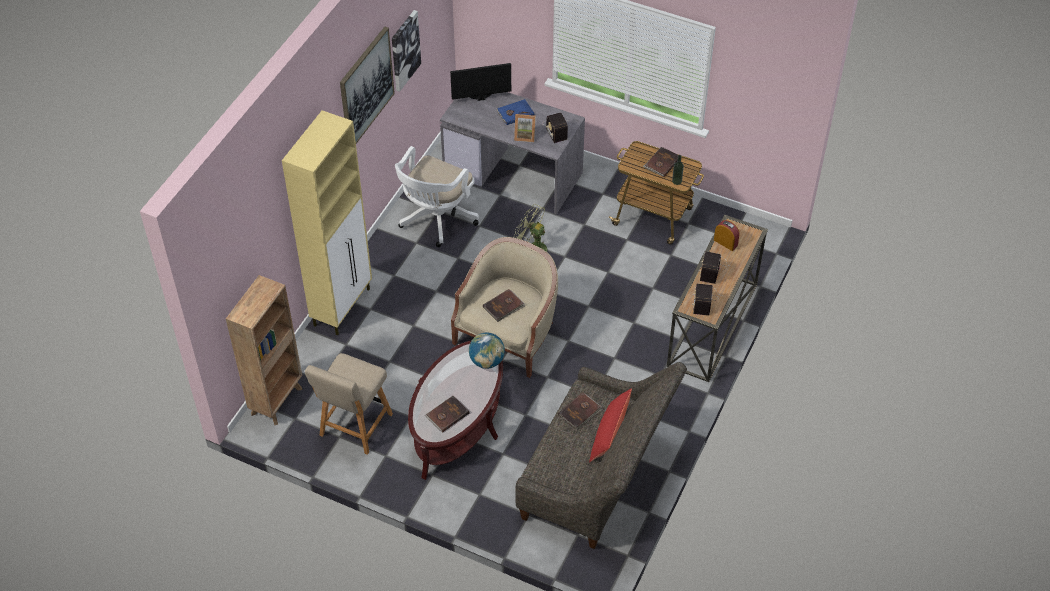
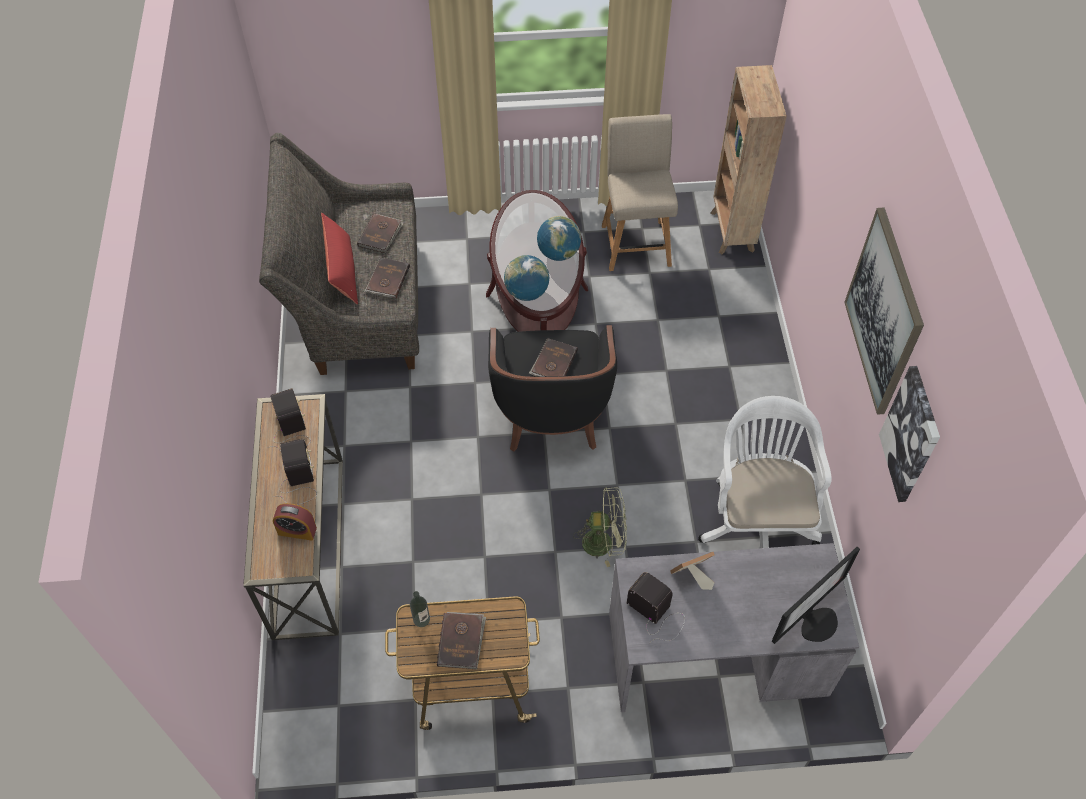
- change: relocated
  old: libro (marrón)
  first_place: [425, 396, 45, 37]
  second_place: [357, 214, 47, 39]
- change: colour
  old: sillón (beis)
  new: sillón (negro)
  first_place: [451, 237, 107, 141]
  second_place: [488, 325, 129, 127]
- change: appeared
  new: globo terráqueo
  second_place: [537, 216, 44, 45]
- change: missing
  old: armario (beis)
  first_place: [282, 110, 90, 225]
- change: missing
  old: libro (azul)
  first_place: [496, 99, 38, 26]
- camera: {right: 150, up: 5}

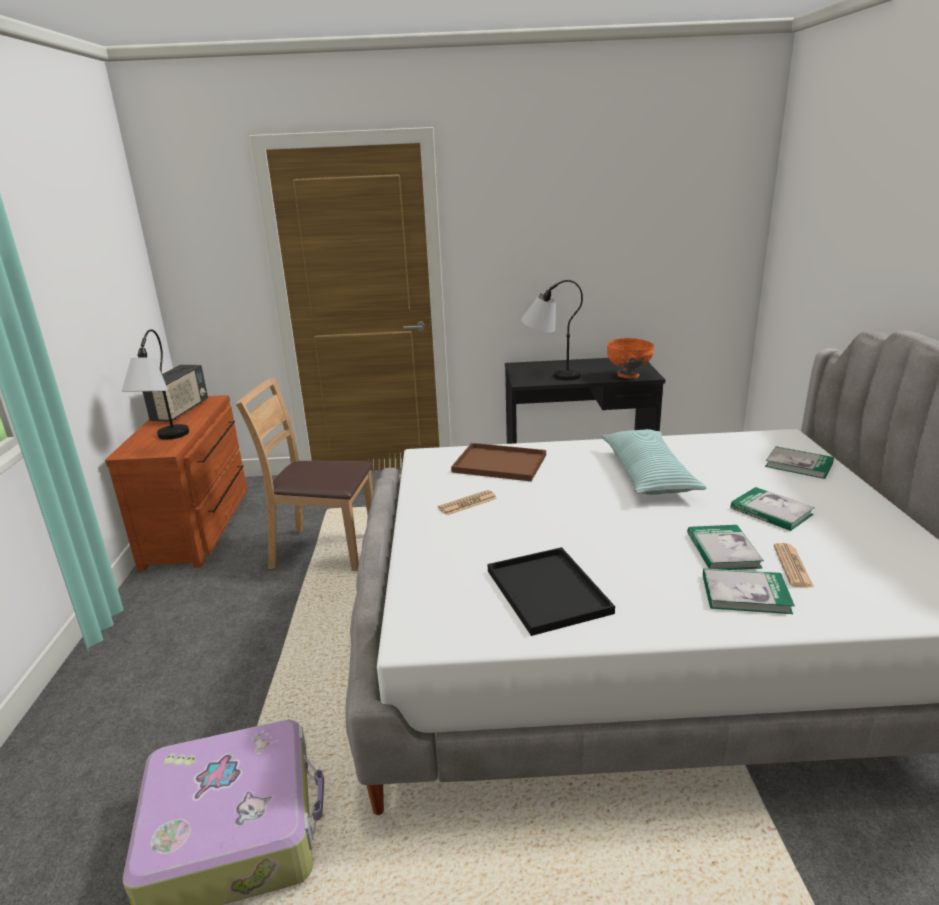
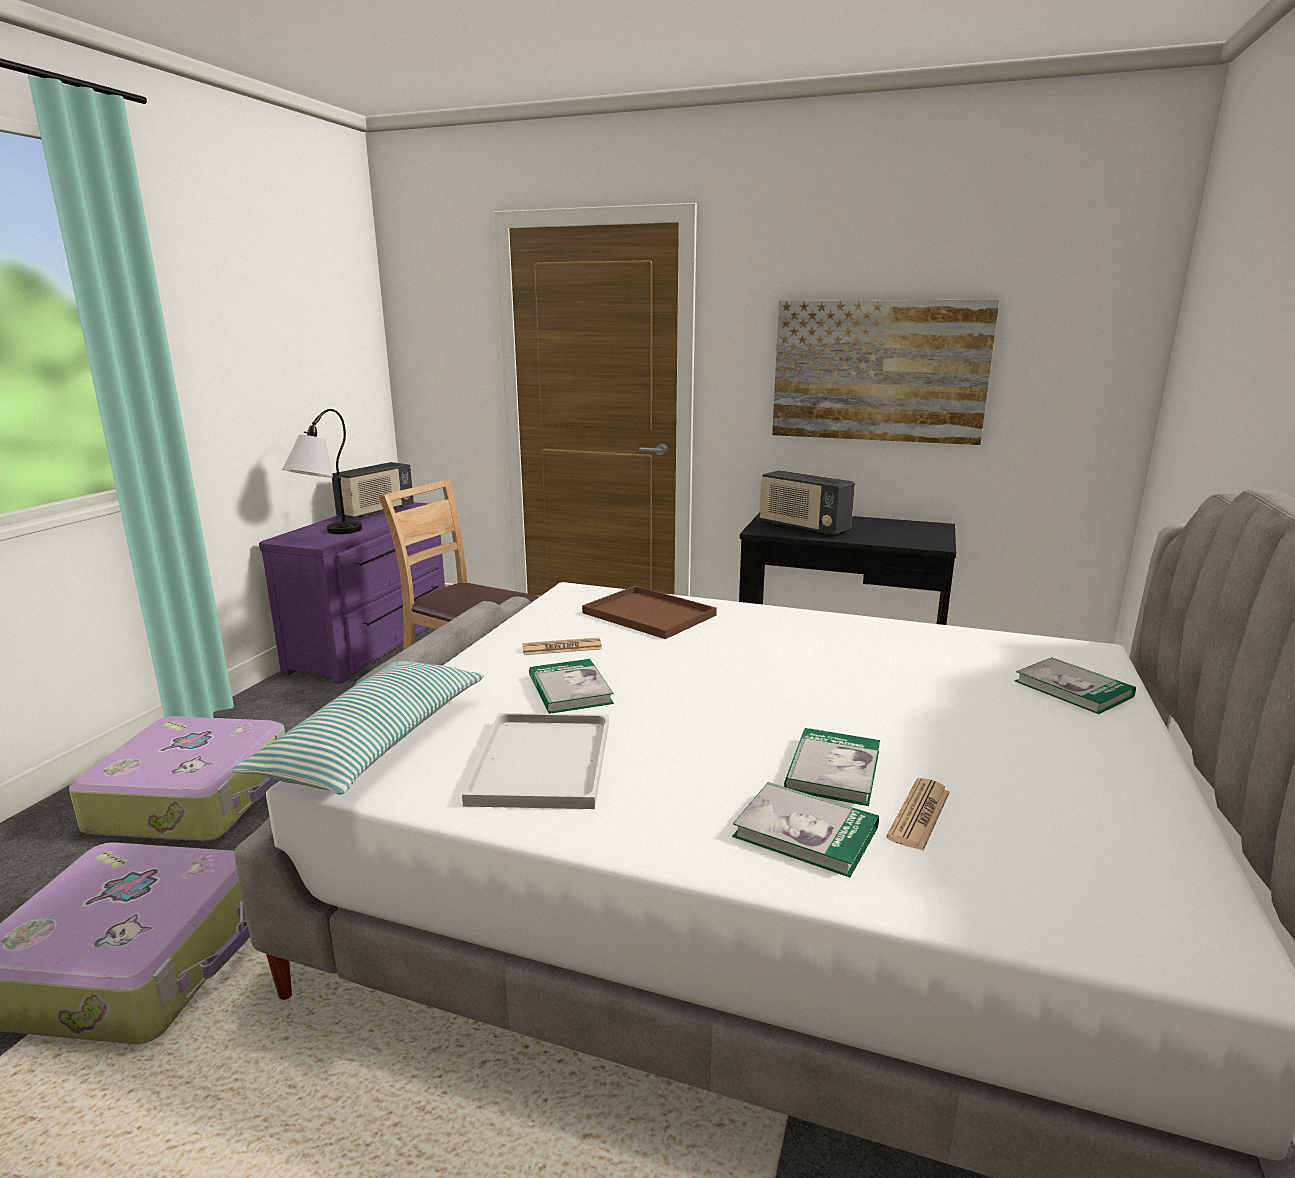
- change: appeared
  new: maleta
  second_place: [69, 716, 216, 125]
- change: relocated
  old: cojín
  first_place: [601, 429, 106, 66]
  second_place: [232, 661, 252, 134]
- change: colour
  old: cómoda (marrón)
  new: cómoda (morado)
  first_place: [105, 395, 142, 176]
  second_place: [259, 502, 186, 182]
- change: colour
  old: bandeja (negro)
  new: bandeja (blanco)
  first_place: [488, 547, 127, 89]
  second_place: [462, 713, 147, 96]
- change: relocated
  old: libro
  first_place: [731, 487, 84, 44]
  second_place: [529, 659, 85, 55]
- change: exchanged
  old: lámpara de mesa
  new: radio
  first_place: [521, 280, 62, 101]
  second_place: [759, 470, 96, 65]
- change: appeared
  new: cuadro
  second_place: [772, 300, 227, 145]
- change: missing
  old: cuenco (naranja)
  first_place: [607, 338, 47, 41]
- camera: {right: 20, up: -5}

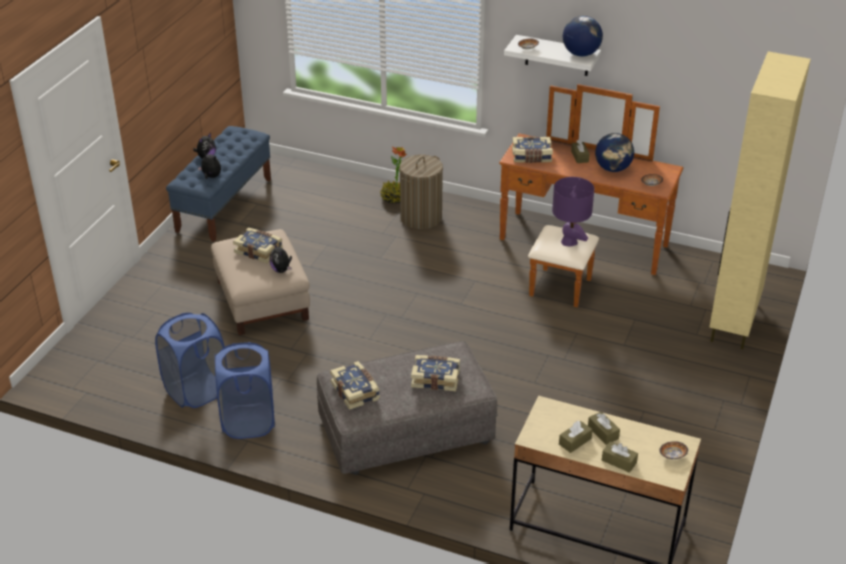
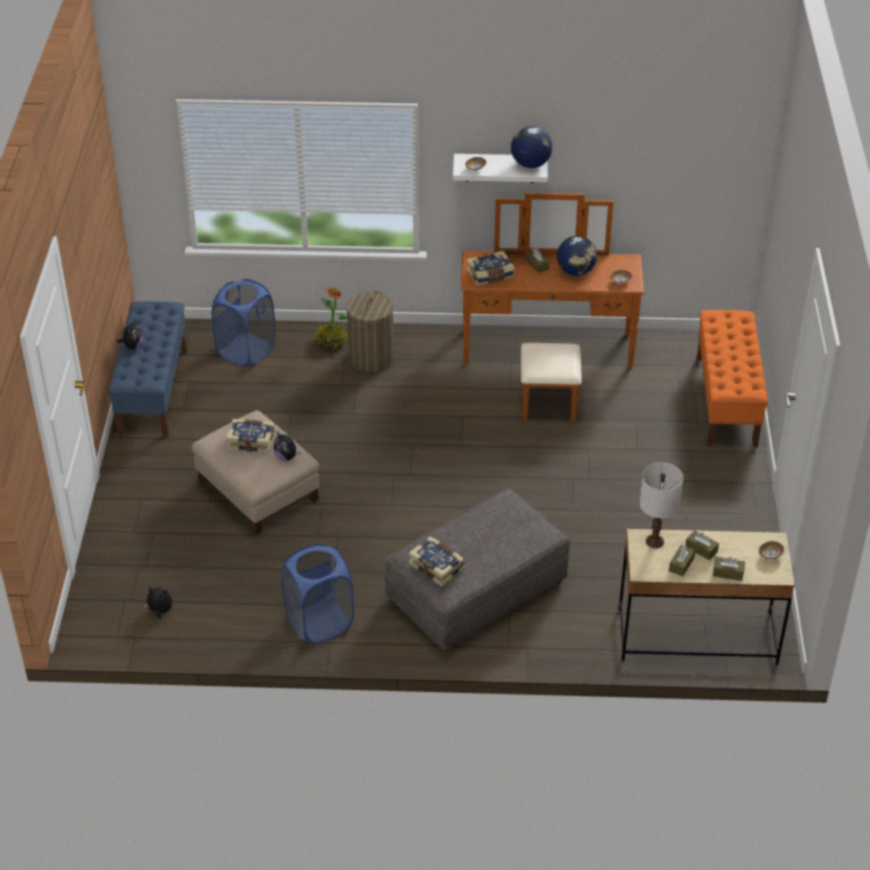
- change: relocated
  old: peluche
  first_place: [198, 152, 23, 27]
  second_place: [143, 586, 29, 33]
- change: relocated
  old: cesto de la ropa (azul)
  first_place: [155, 313, 70, 95]
  second_place: [212, 279, 64, 88]
- change: appeared
  new: lámpara de mesa (blanco)
  second_place: [639, 462, 44, 86]
- change: exchanged
  old: armario (beis)
  new: banco (naranja)
  first_place: [709, 51, 102, 298]
  second_place: [697, 310, 71, 137]
- change: missing
  old: libro
  first_place: [411, 355, 49, 36]
- change: missing
  old: lámpara de mesa (morado)
  first_place: [552, 177, 42, 70]
- camera: {right: -20, up: 5}

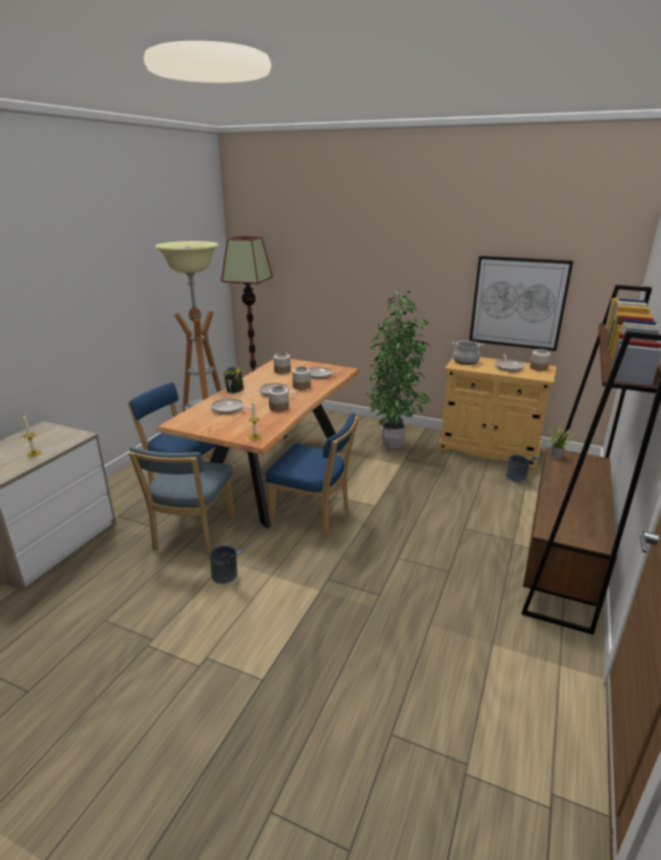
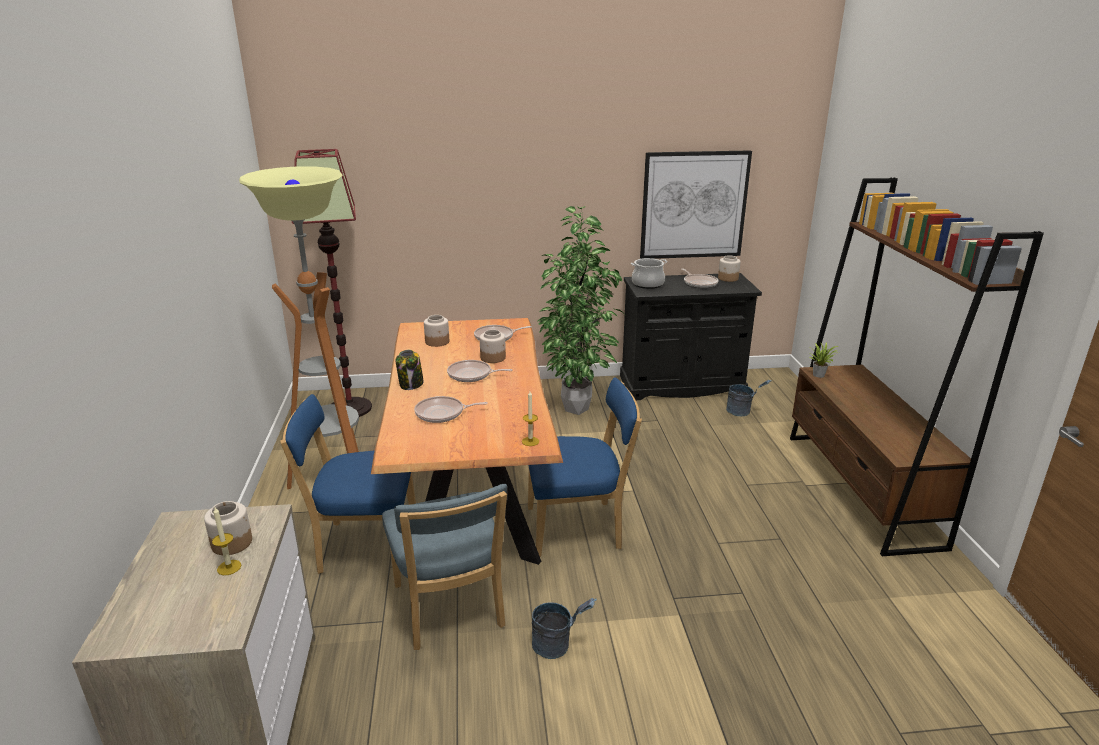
- change: relocated
  old: tarro
  first_place: [269, 386, 20, 26]
  second_place: [204, 501, 48, 54]
- change: colour
  old: armario (beis)
  new: armario (negro)
  first_place: [438, 357, 119, 111]
  second_place: [620, 273, 142, 127]
- camera: {right: -30, up: 0}

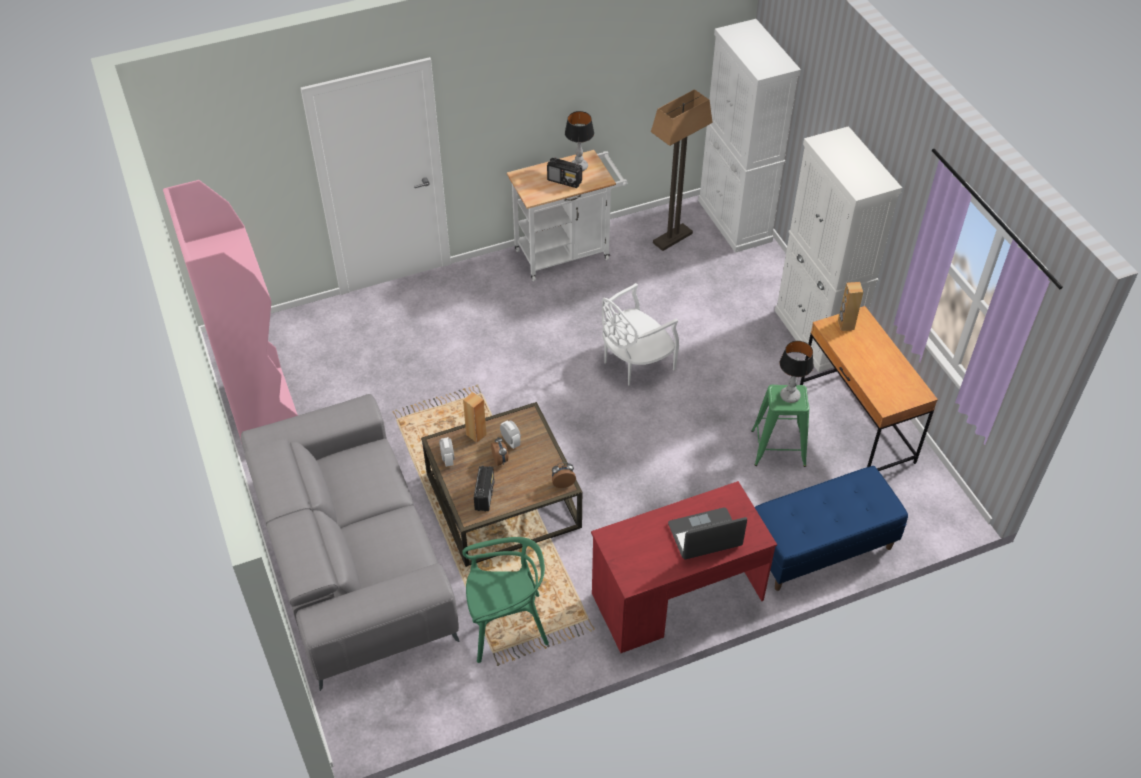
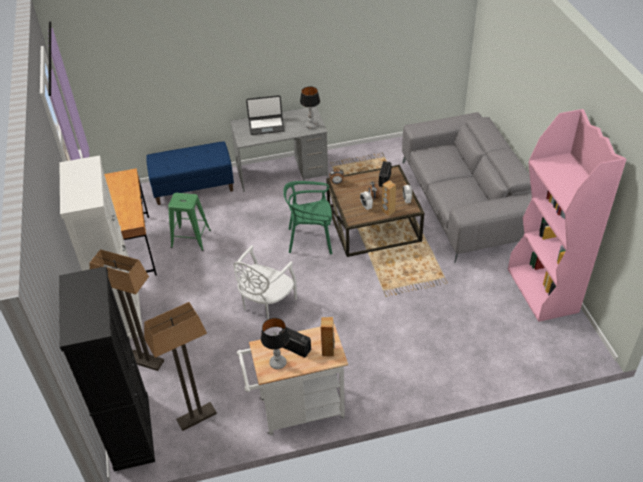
- change: colour
  old: armario (blanco)
  new: armario (negro)
  first_place: [698, 19, 103, 234]
  second_place: [59, 266, 96, 206]
- change: appeared
  new: lámpara de pie
  second_place: [89, 249, 75, 122]
- change: colour
  old: escritorio (rojo)
  new: escritorio (gris)
  first_place: [591, 481, 186, 172]
  second_place: [230, 106, 98, 86]
- change: spun
  old: silla (blanco)
  first_place: [602, 283, 77, 103]
  second_place: [233, 245, 64, 74]
  degrees: 150
- change: relocated
  old: silla (verde)
  first_place: [462, 537, 87, 126]
  second_place: [283, 181, 50, 73]
- change: relocated
  old: lámpara de mesa
  first_place: [779, 341, 35, 62]
  second_place: [300, 86, 20, 43]
- change: relocated
  old: altavoz (marrón)
  first_place: [838, 282, 25, 49]
  second_place: [321, 317, 14, 39]
- camera: {right: -170, up: -5}

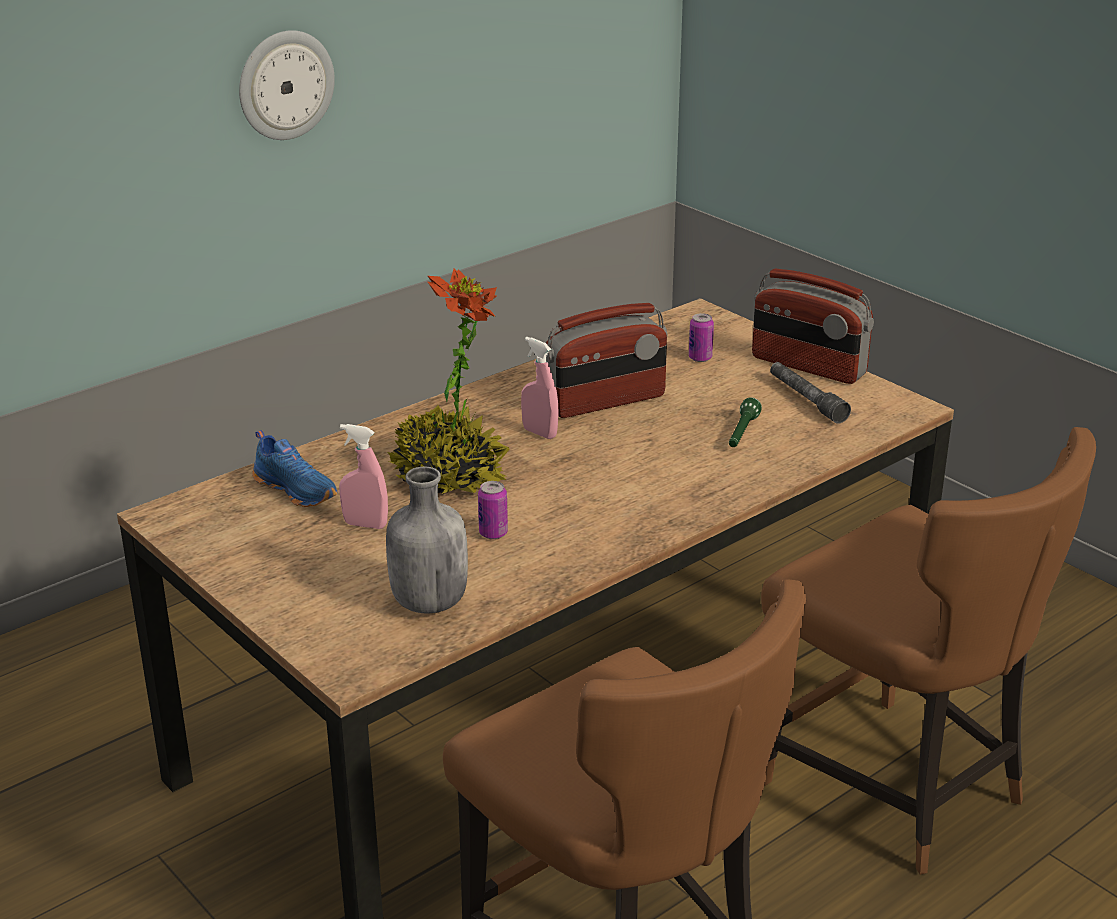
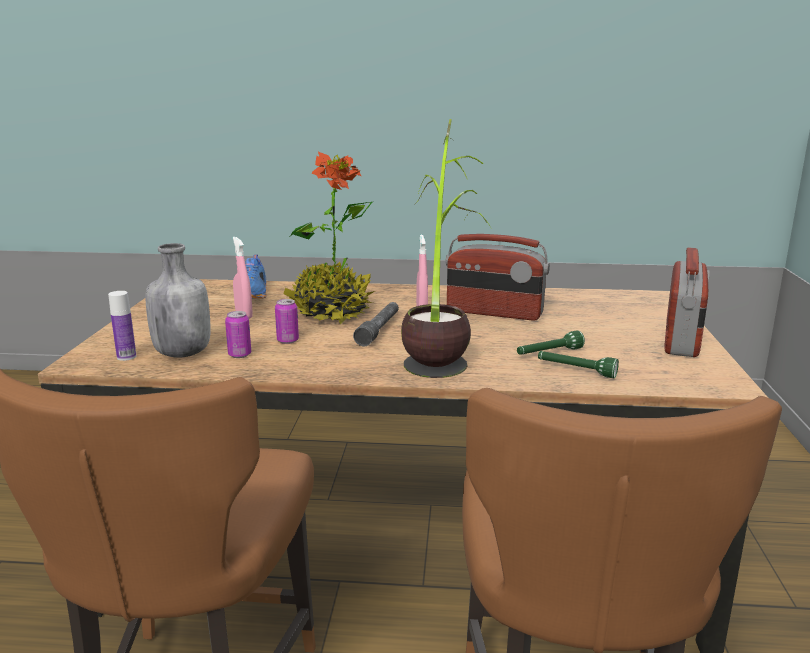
- change: appeared
  new: botella
  second_place: [108, 291, 28, 70]
- change: relocated
  old: lata
  first_place: [689, 313, 25, 49]
  second_place: [225, 311, 26, 47]
- change: relocated
  old: linterna (gris)
  first_place: [770, 362, 81, 62]
  second_place: [353, 302, 46, 44]
- change: appeared
  new: planta en maceta
  second_place: [401, 119, 89, 259]
- change: appeared
  new: linterna (verde)
  second_place: [538, 351, 81, 27]
- change: spun
  old: radio
  first_place: [752, 268, 122, 116]
  second_place: [664, 247, 46, 110]
  degrees: -150
- change: missing
  old: reloj de pared
  first_place: [239, 30, 96, 110]
- camera: {right: 45, up: -10}

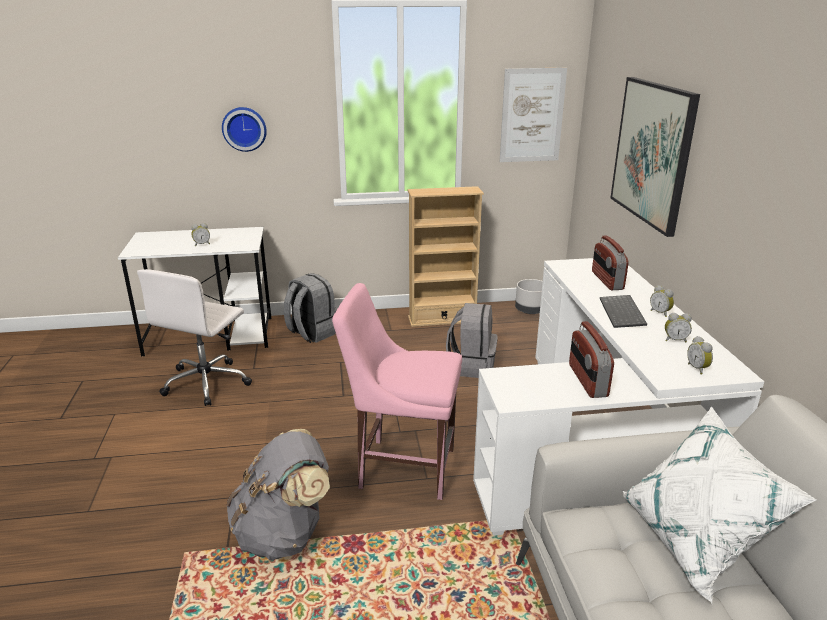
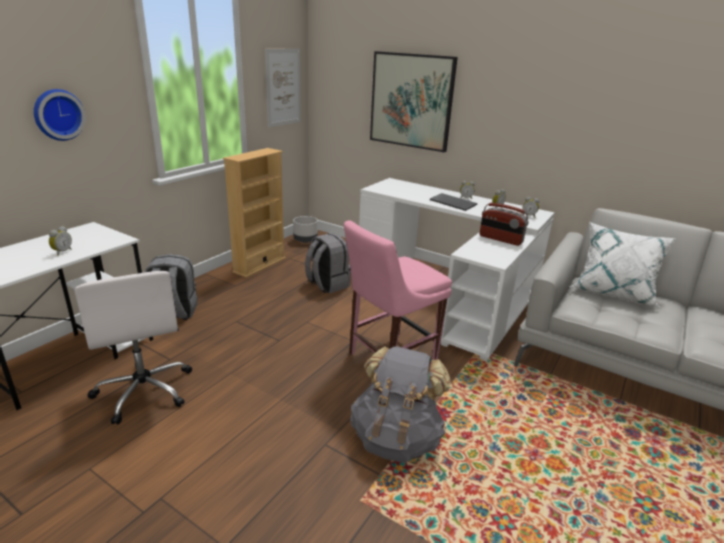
- change: missing
  old: radio
  first_place: [592, 236, 37, 54]
- camera: {right: -50, up: 0}

